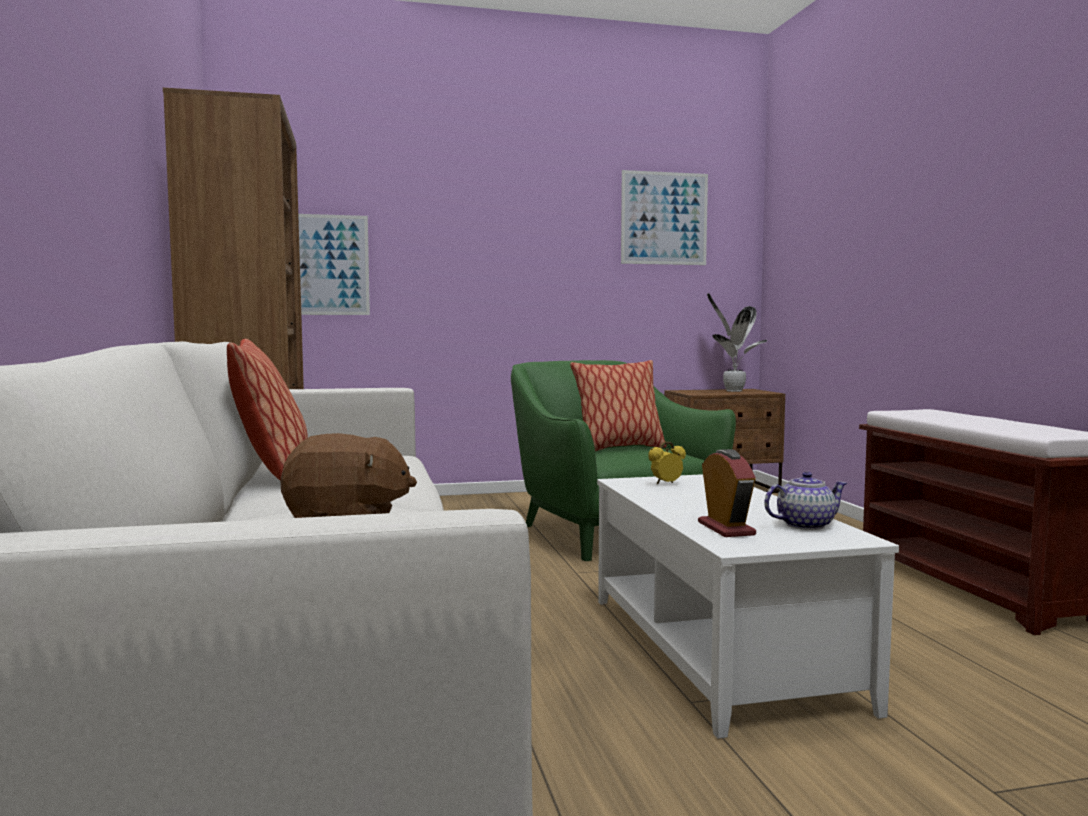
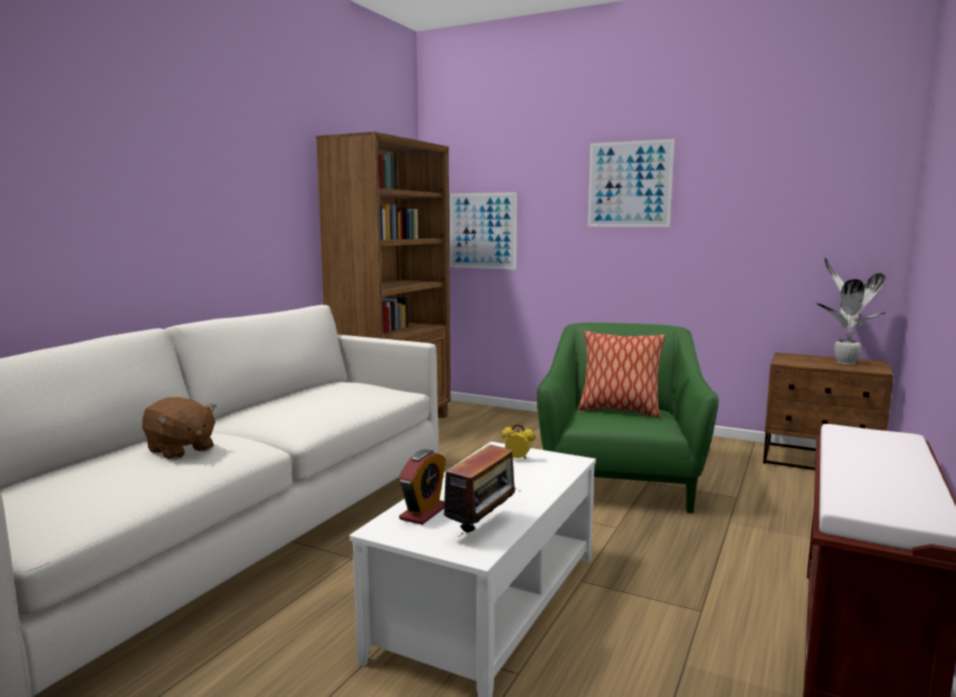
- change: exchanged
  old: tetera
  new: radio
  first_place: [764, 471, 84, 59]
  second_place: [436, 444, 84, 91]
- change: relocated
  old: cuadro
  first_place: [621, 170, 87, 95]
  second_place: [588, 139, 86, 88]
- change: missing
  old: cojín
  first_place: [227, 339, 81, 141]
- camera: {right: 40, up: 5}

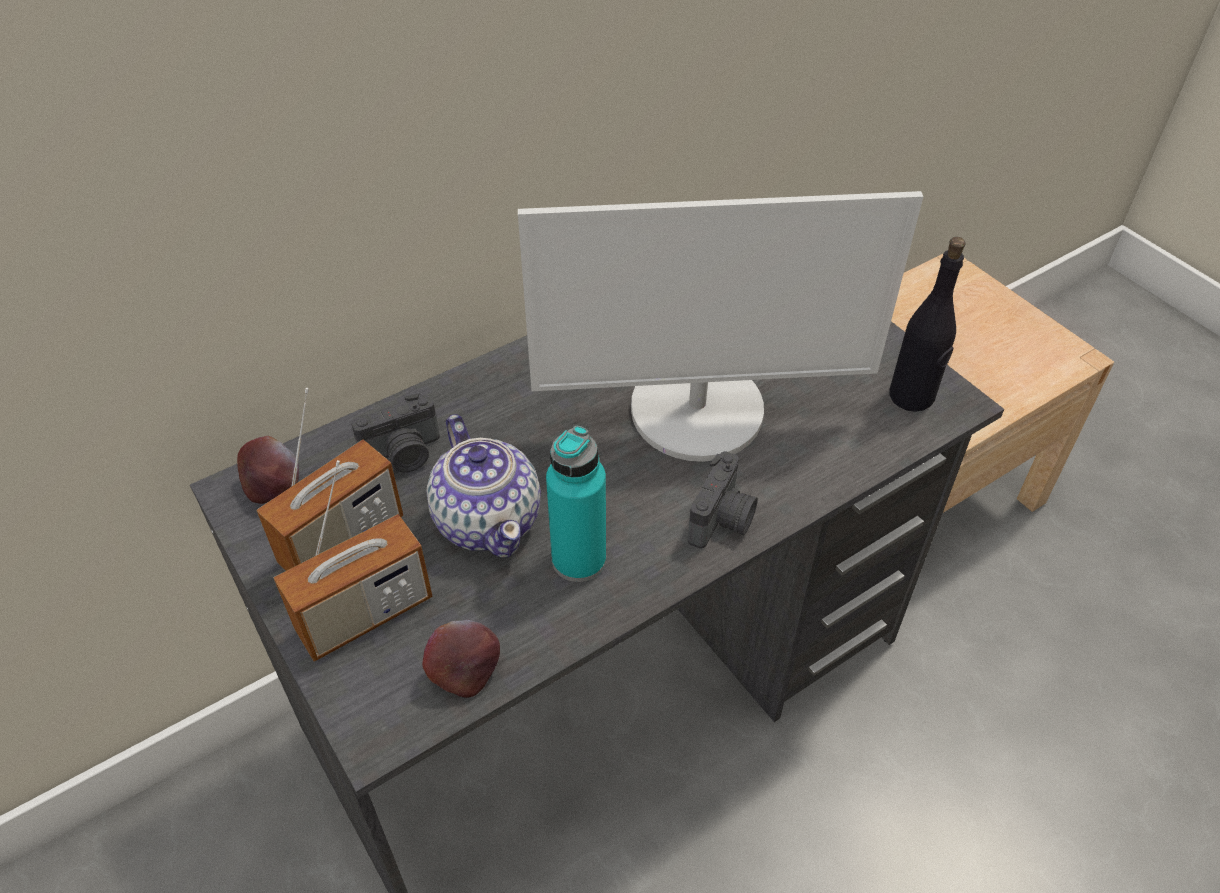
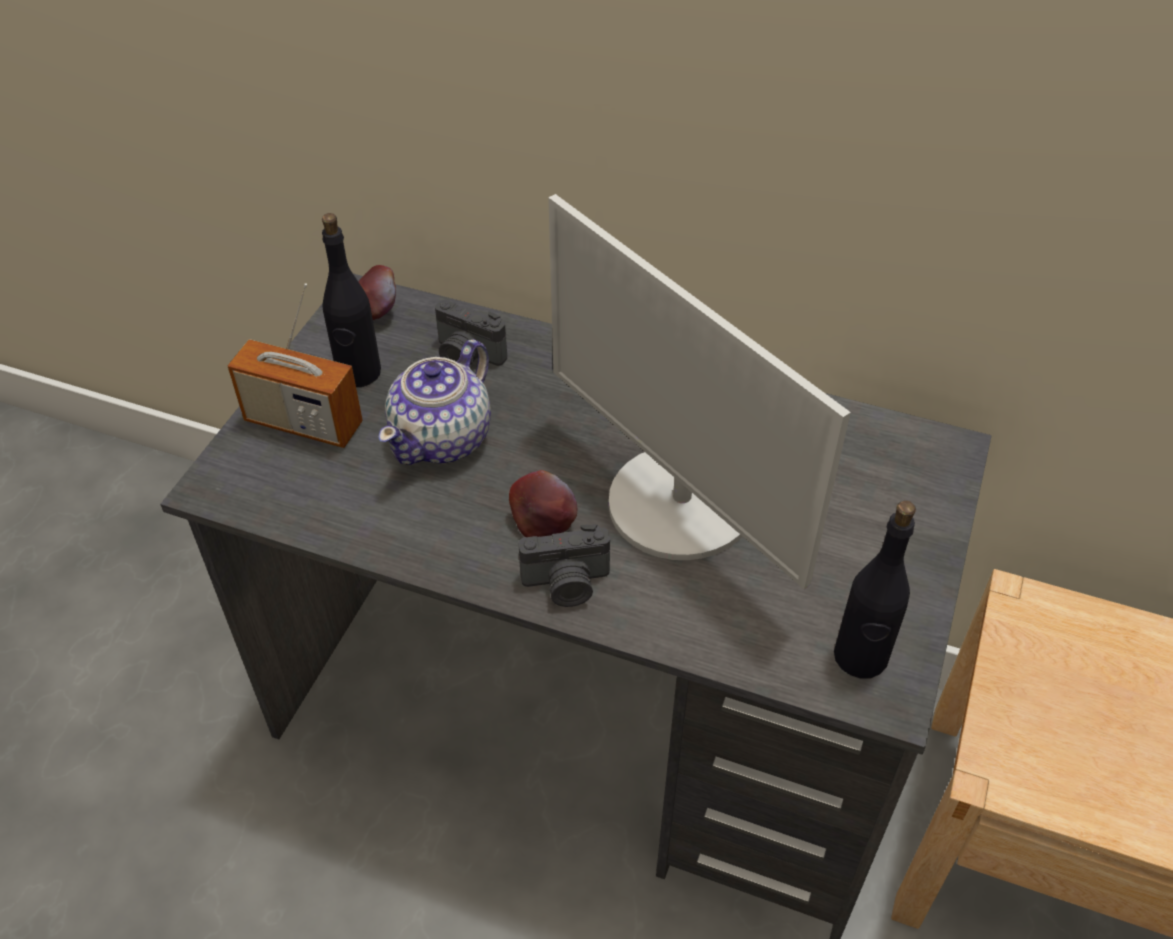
- change: exchanged
  old: radio
  new: botella (negro)
  first_place: [257, 388, 146, 183]
  second_place: [322, 213, 59, 174]
- change: relocated
  old: manzana
  first_place: [422, 619, 78, 79]
  second_place: [509, 470, 68, 67]
- change: missing
  old: botella (turquesa)
  first_place: [546, 426, 60, 156]
- camera: {right: 55, up: 0}

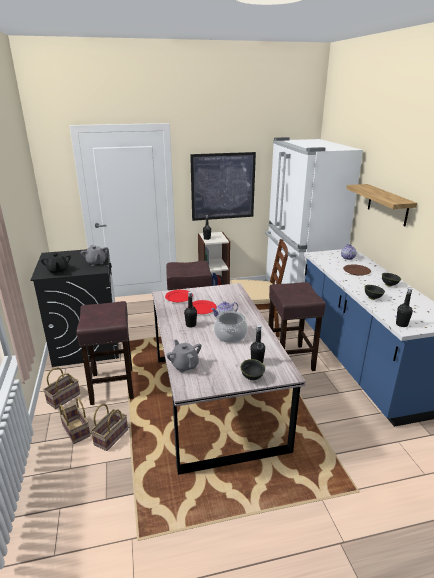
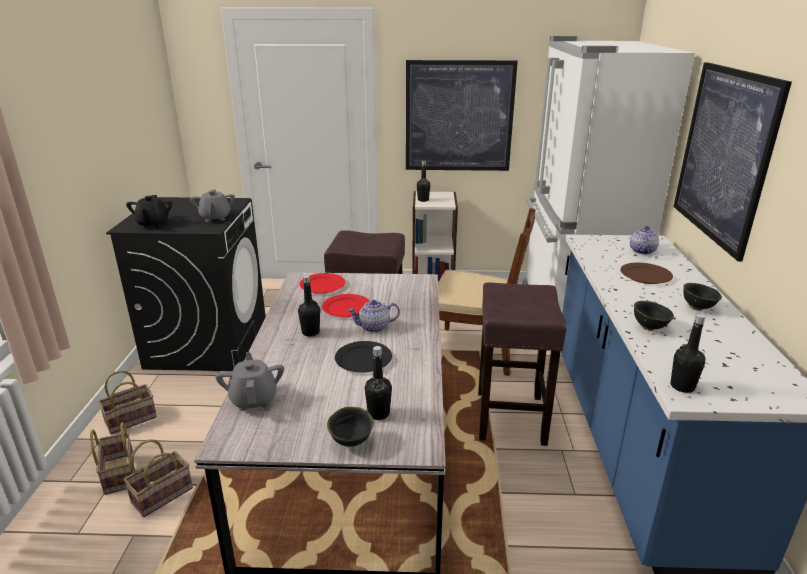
- change: exchanged
  old: olla
  new: plato (negro)
  first_place: [214, 311, 34, 32]
  second_place: [335, 341, 57, 32]
- change: exchanged
  old: estante
  new: cuadro
  first_place: [346, 184, 71, 43]
  second_place: [674, 62, 118, 199]
- change: missing
  old: taburete (marrón)
  first_place: [77, 301, 57, 104]
- camera: {right: 15, up: 0}

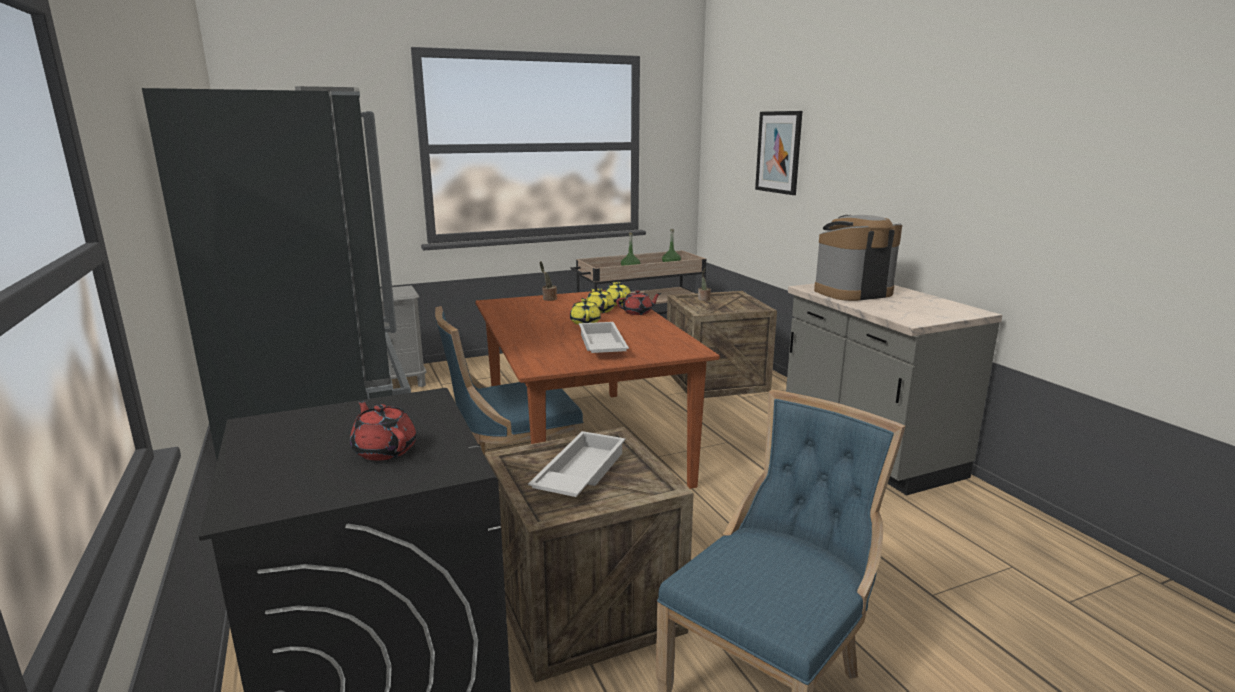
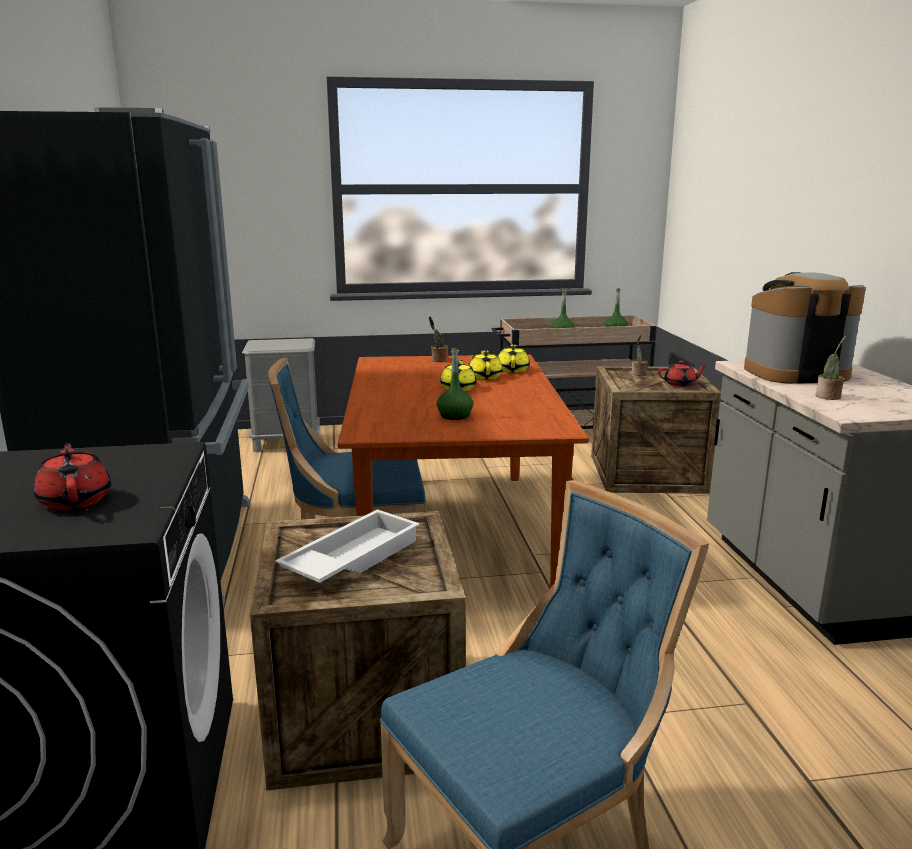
- change: exchanged
  old: bandeja (blanco)
  new: botella (verde)
  first_place: [579, 322, 50, 31]
  second_place: [437, 348, 36, 72]
- change: relocated
  old: tetera (rojo)
  first_place: [616, 290, 45, 25]
  second_place: [658, 361, 48, 26]
- change: appeared
  new: planta en maceta
  second_place: [816, 336, 31, 64]
- change: missing
  old: cuadro
  first_place: [755, 111, 48, 84]
- camera: {right: 15, up: 0}

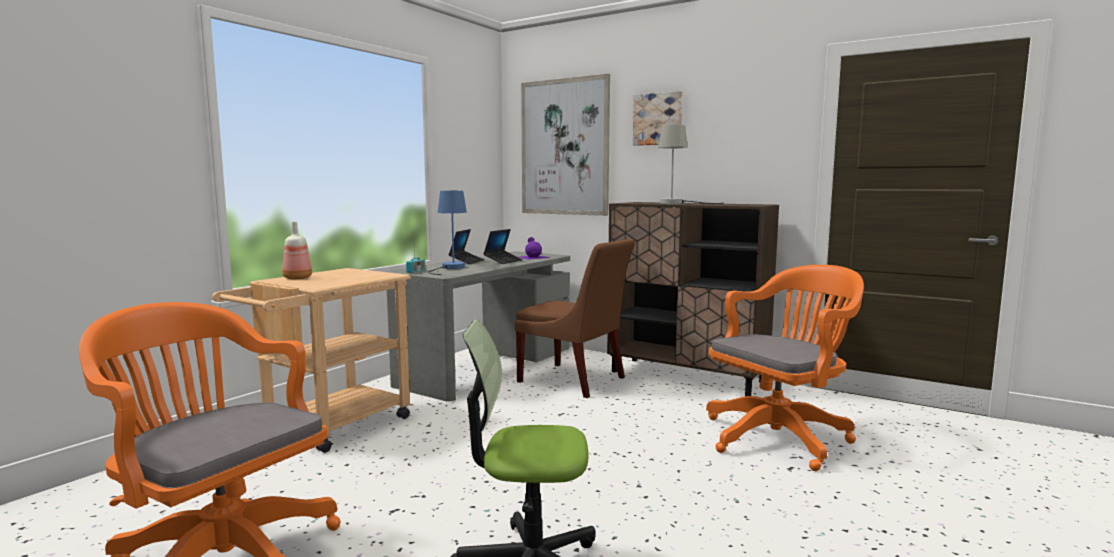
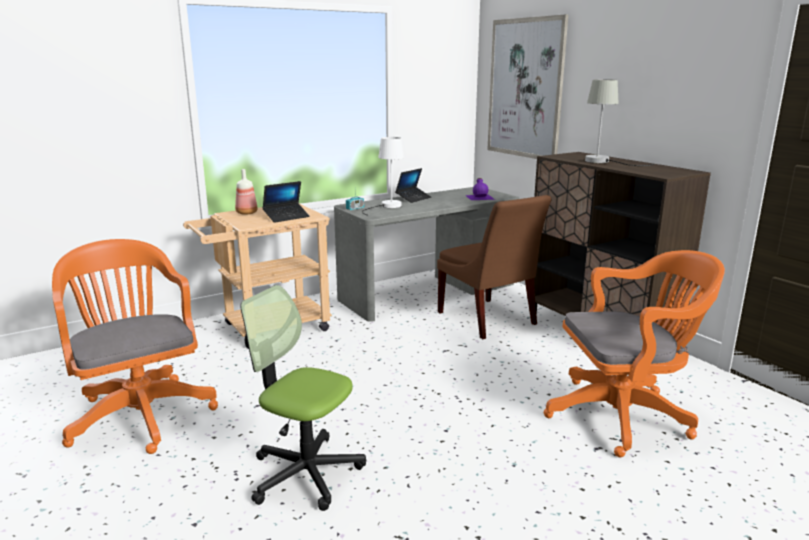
- change: relocated
  old: portátil
  first_place: [483, 229, 39, 35]
  second_place: [262, 181, 48, 42]
- change: colour
  old: lámpara de mesa (azul)
  new: lámpara de mesa (blanco)
  first_place: [429, 191, 38, 84]
  second_place: [362, 137, 42, 79]
- change: missing
  old: cuadro
  first_place: [633, 91, 49, 55]
- camera: {right: 25, up: 10}

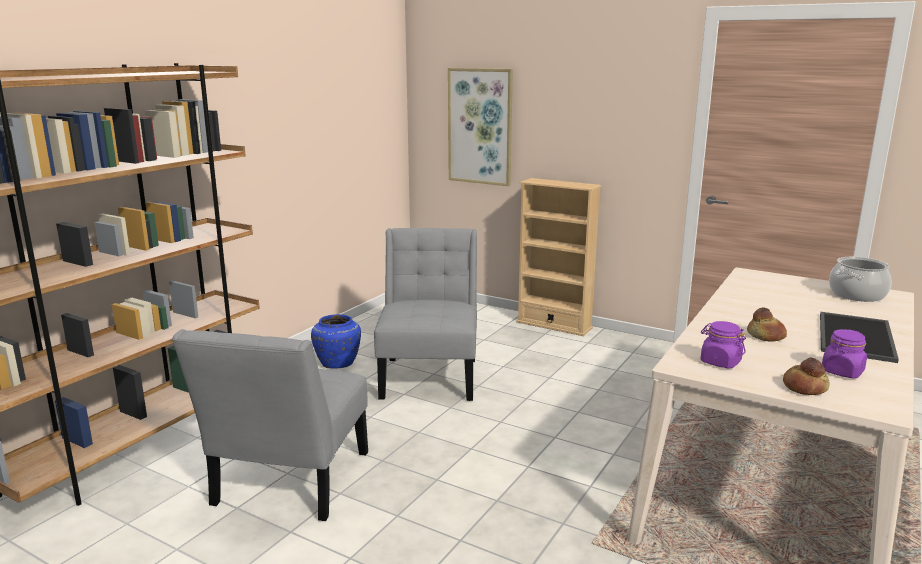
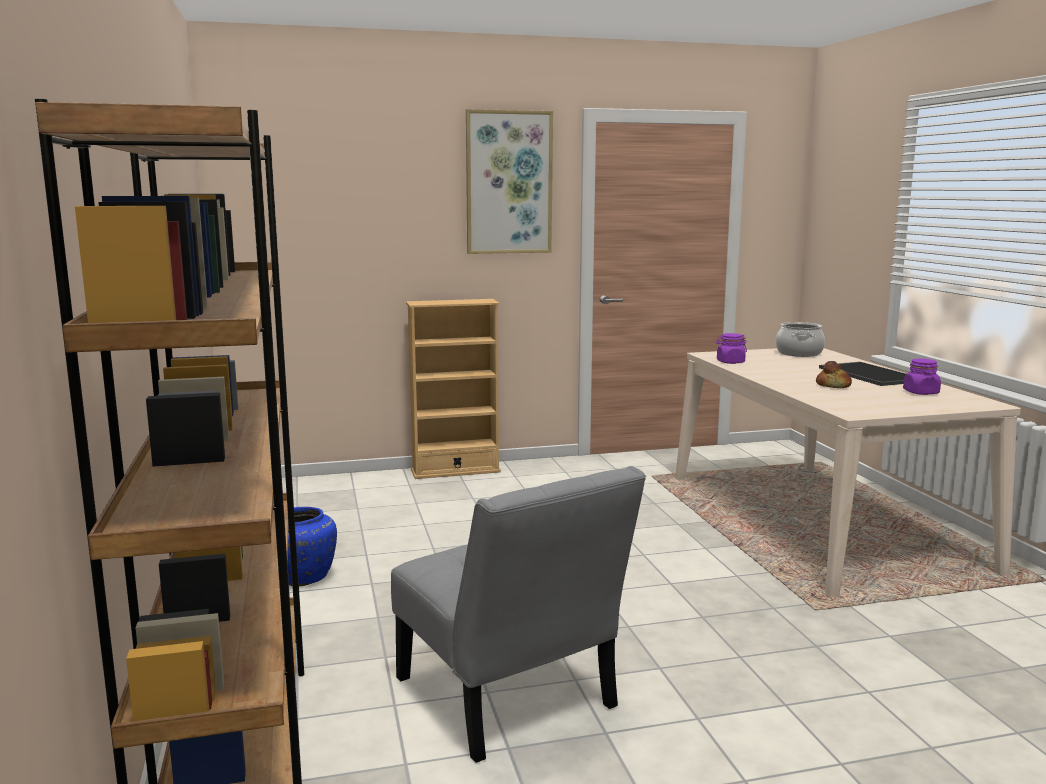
- change: relocated
  old: cuadro
  first_place: [448, 68, 65, 118]
  second_place: [466, 109, 87, 145]
- change: relocated
  old: tarro (morado)
  first_place: [701, 321, 45, 47]
  second_place: [716, 333, 31, 31]
- change: missing
  old: silla (gris)
  first_place: [374, 228, 103, 173]
- change: missing
  old: pan
  first_place: [783, 357, 47, 38]
- camera: {right: -45, up: -5}

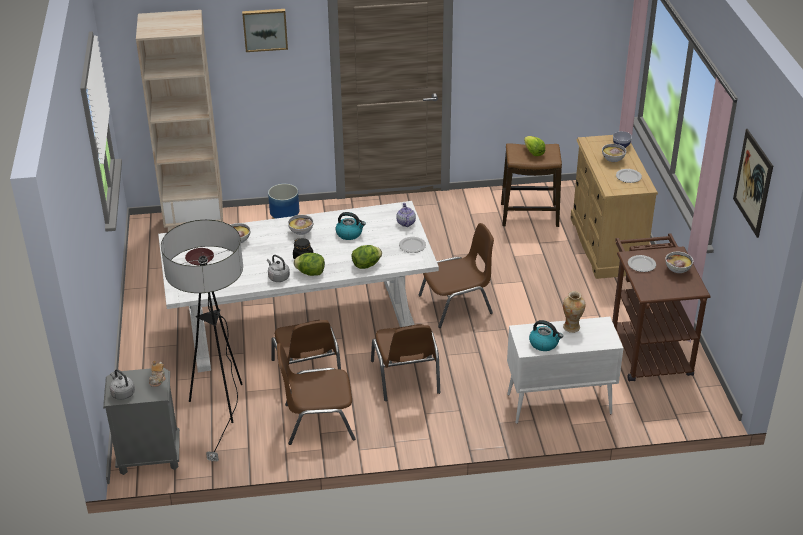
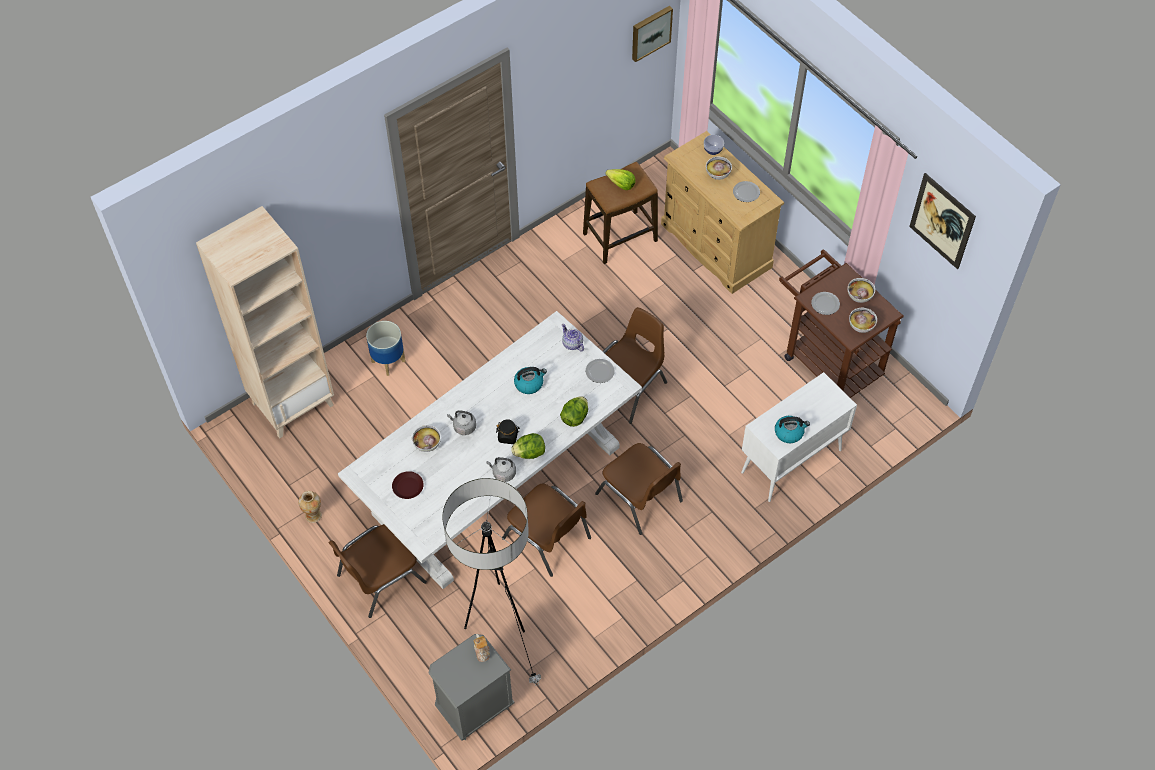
- change: relocated
  old: florero
  first_place: [563, 291, 22, 42]
  second_place: [298, 491, 24, 32]
- change: relocated
  old: silla (marrón)
  first_place: [277, 343, 79, 102]
  second_place: [329, 524, 98, 94]
- change: relocated
  old: hervidor (gris)
  first_place: [110, 369, 25, 31]
  second_place: [447, 410, 29, 25]
- change: relocated
  old: cuadro
  first_place: [242, 9, 46, 43]
  second_place: [632, 6, 41, 56]
- change: relocated
  old: cuenco
  first_place: [288, 215, 26, 20]
  second_place: [849, 308, 28, 25]
- camera: {right: -30, up: 20}

